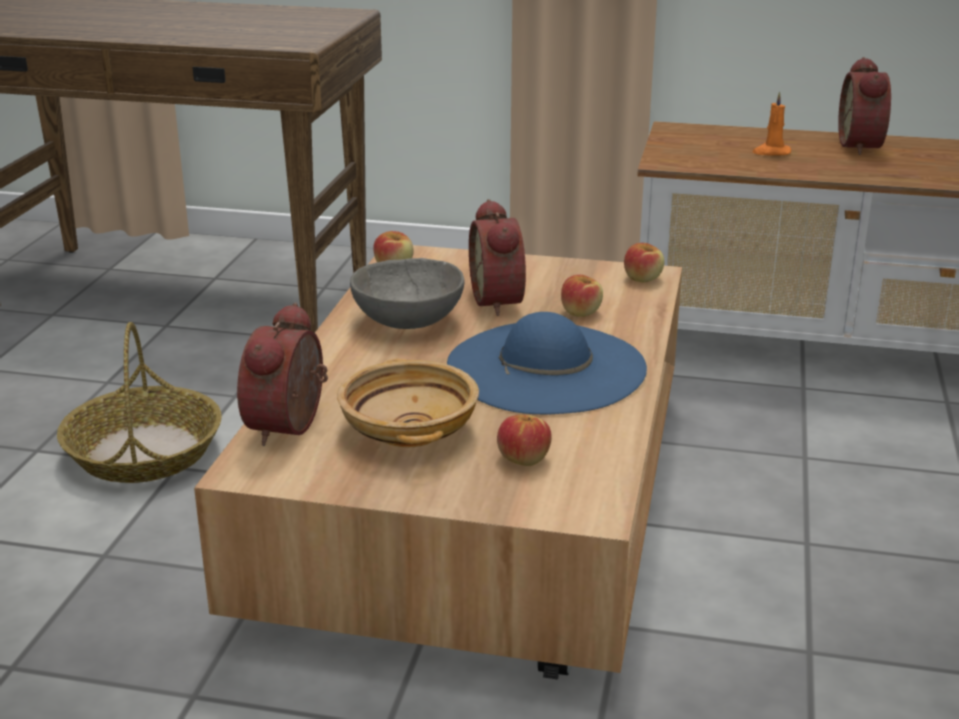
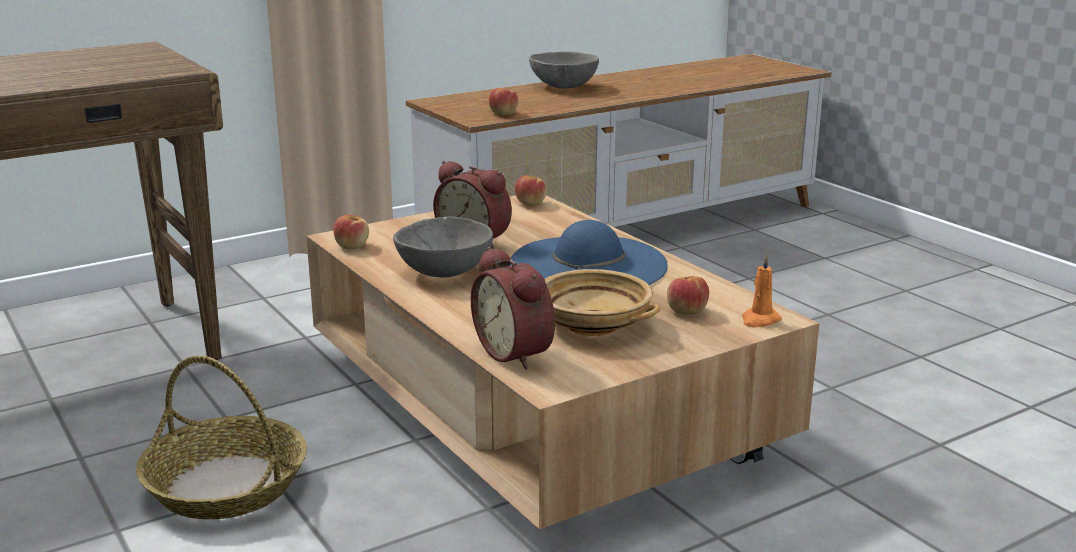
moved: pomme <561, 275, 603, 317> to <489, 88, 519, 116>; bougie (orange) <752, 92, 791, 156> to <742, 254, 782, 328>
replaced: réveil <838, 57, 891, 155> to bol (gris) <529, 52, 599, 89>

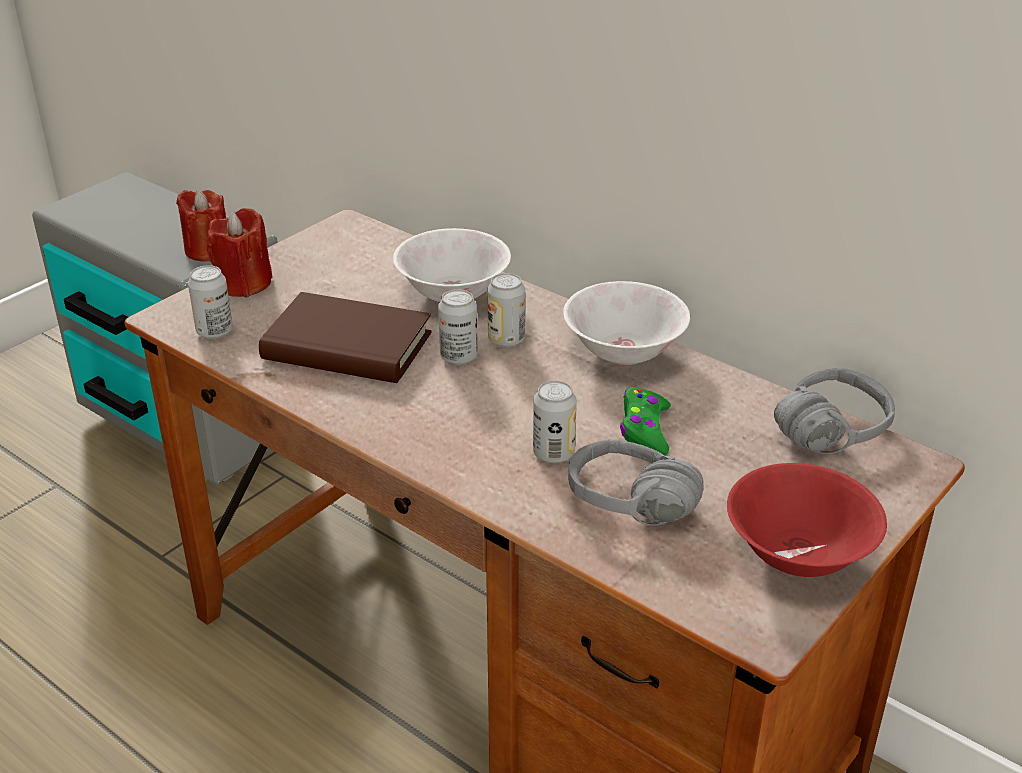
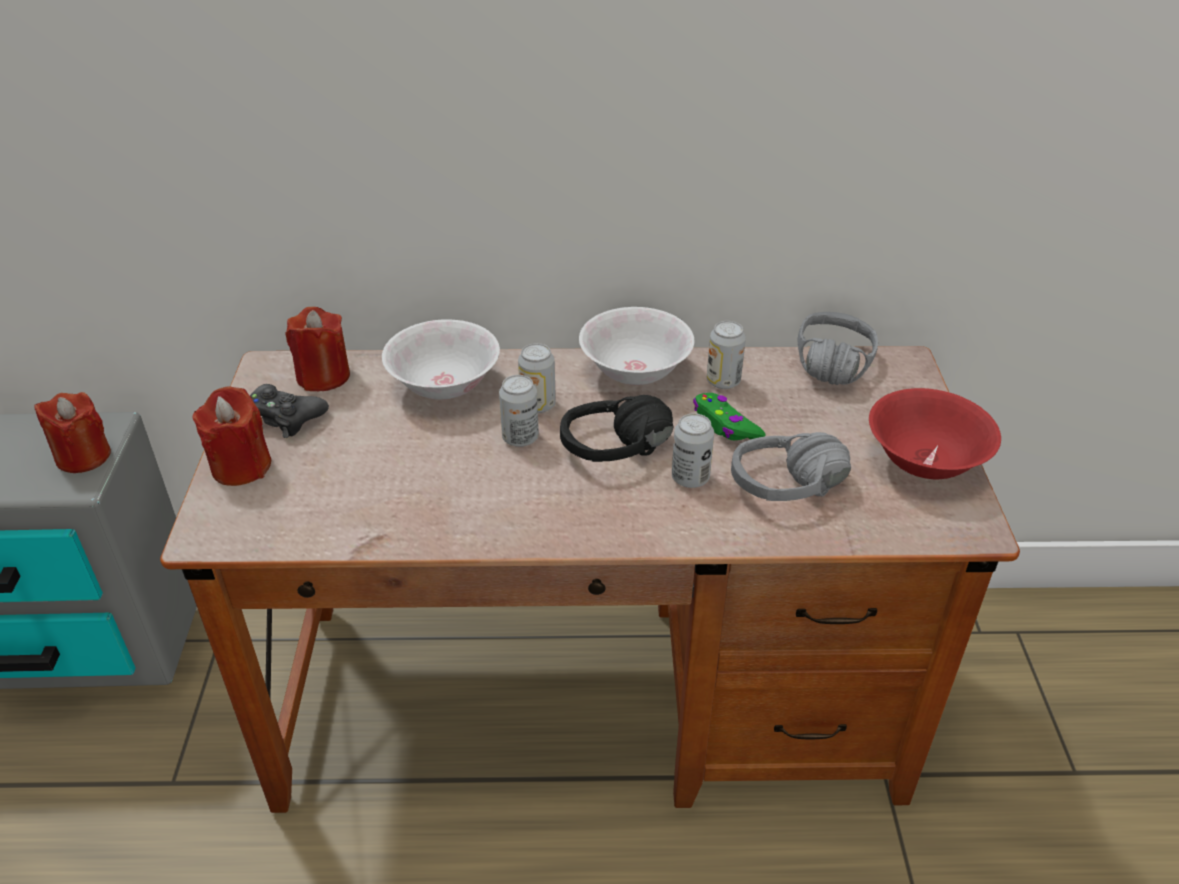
removed: livre (marron) <259, 292, 432, 383>
added: manette (noir) <250, 384, 329, 438>; bougie (rouge) <285, 307, 350, 391>; casque audio (noir) <560, 395, 674, 462>
moved: boîte métallique <188, 265, 233, 339> to <707, 321, 746, 389>

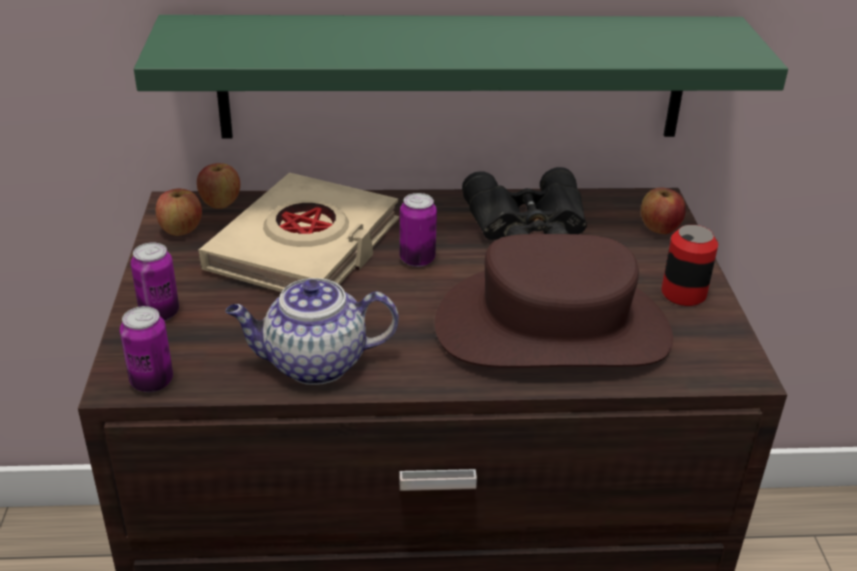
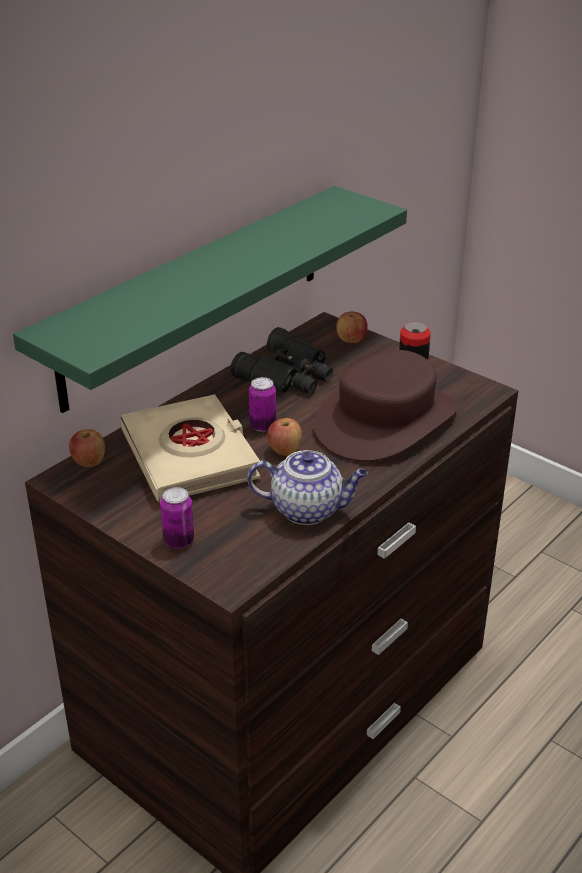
removed: boîte métallique <120, 306, 173, 392>
moved: pomme <155, 188, 202, 236> to <267, 418, 302, 456>
turned: théière <226, 278, 399, 385> = <247, 450, 368, 525> 120 degrees counterclockwise

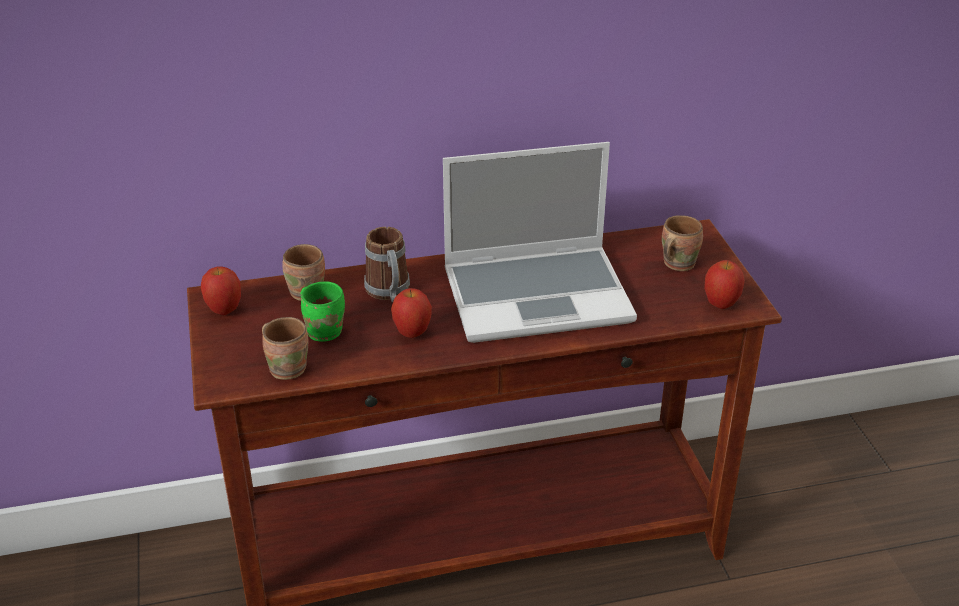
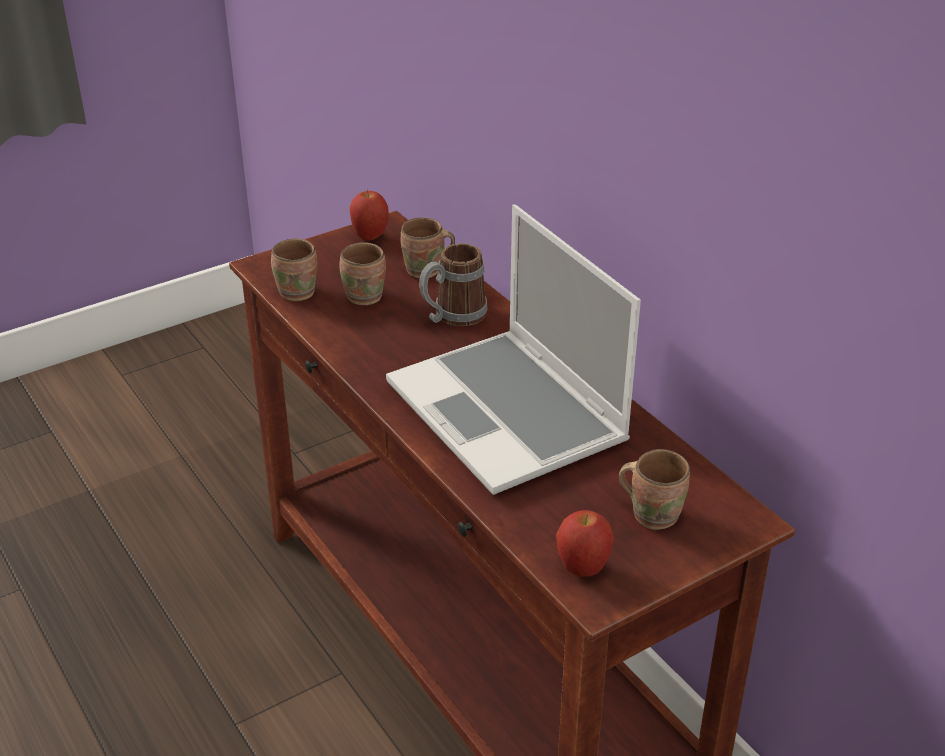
removed: pomme <391, 288, 432, 338>
recoloured: mug (vert) <300, 281, 345, 342> to mug (marron) <339, 242, 386, 305>

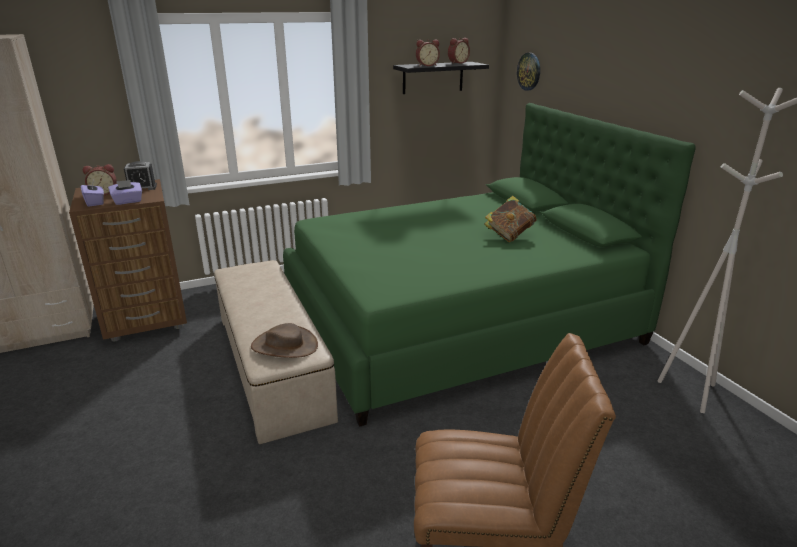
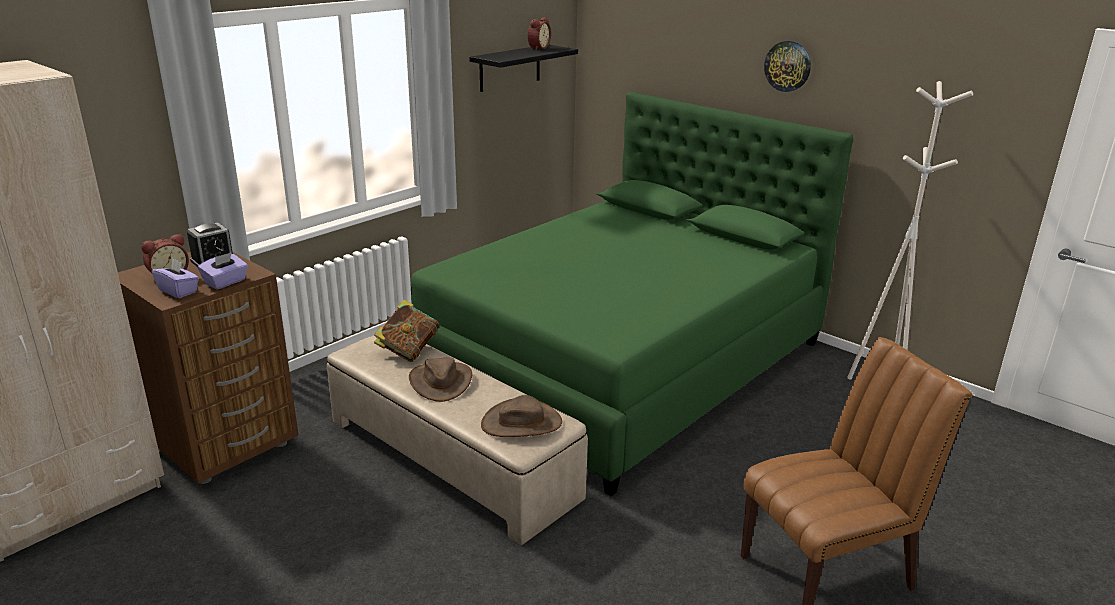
removed: réveil <416, 39, 440, 66>
added: chapeau (marron) <409, 357, 472, 402>
moved: livre <484, 196, 536, 242> to <374, 300, 439, 362>; horloge murale <517, 53, 540, 91> to <764, 41, 811, 92>

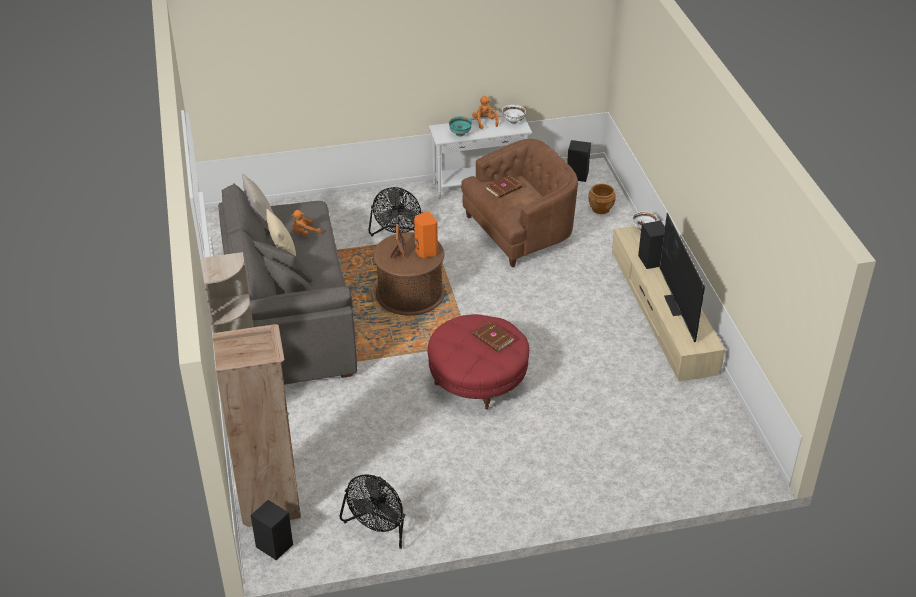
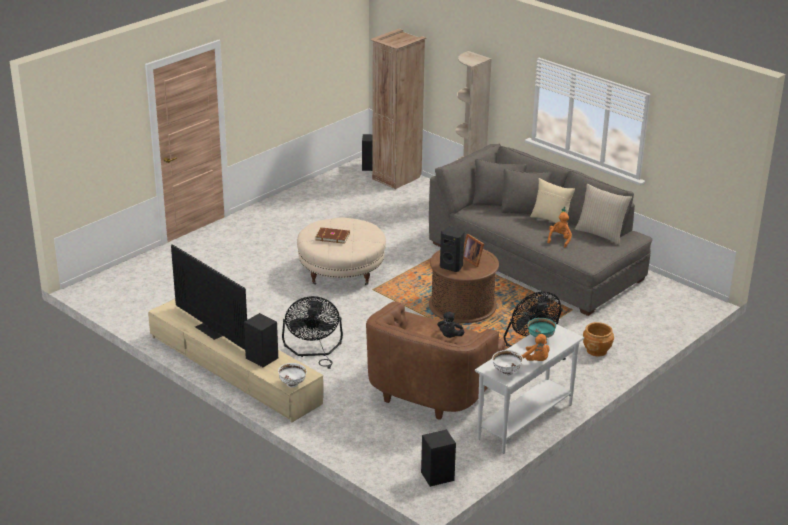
moved: ventilateur (noir) <339, 475, 405, 549> to <282, 296, 343, 369>; cache-pot (marron) <588, 184, 616, 214> to <583, 322, 614, 357>
replaced: livre (marron) <486, 175, 522, 198> to peluche (noir) <437, 312, 464, 338>
recoloured: enceinte (orange) <414, 212, 438, 258> to enceinte (noir) <440, 227, 465, 272>; pouf (rouge) <427, 314, 530, 409> to pouf (beige) <297, 218, 386, 285>

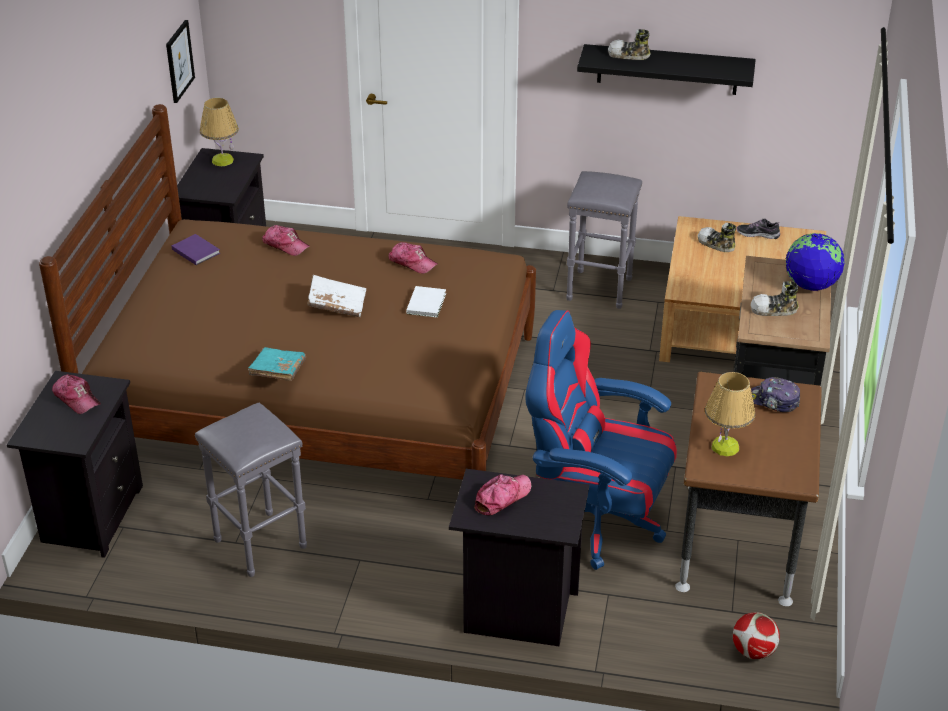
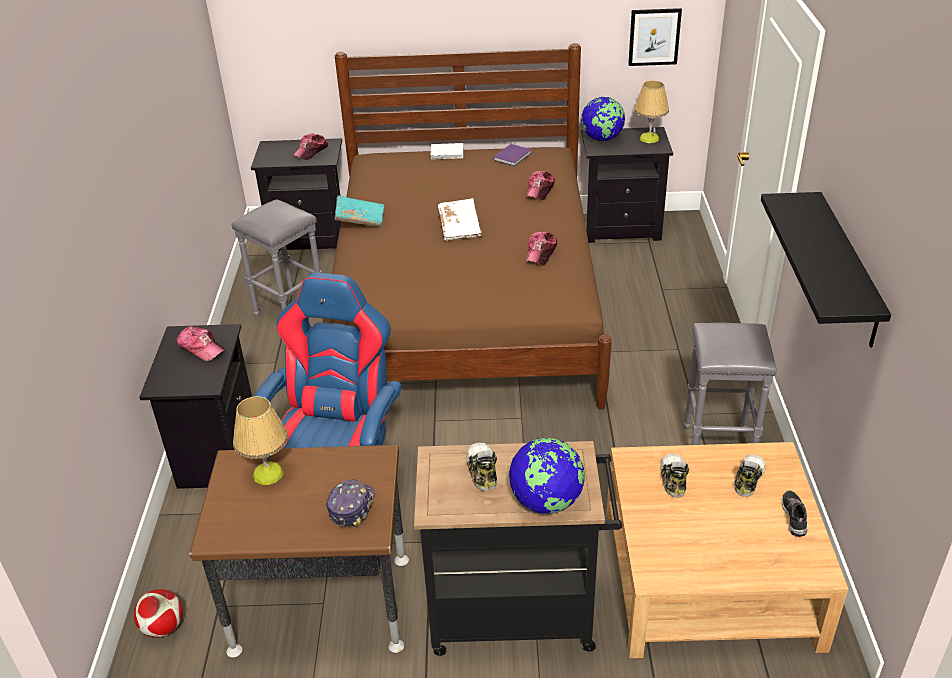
added: globe <581, 97, 625, 141>
moved: livre (blanc) <406, 286, 446, 318> to <430, 143, 463, 159>; chaussure <608, 29, 651, 60> to <660, 453, 689, 498>

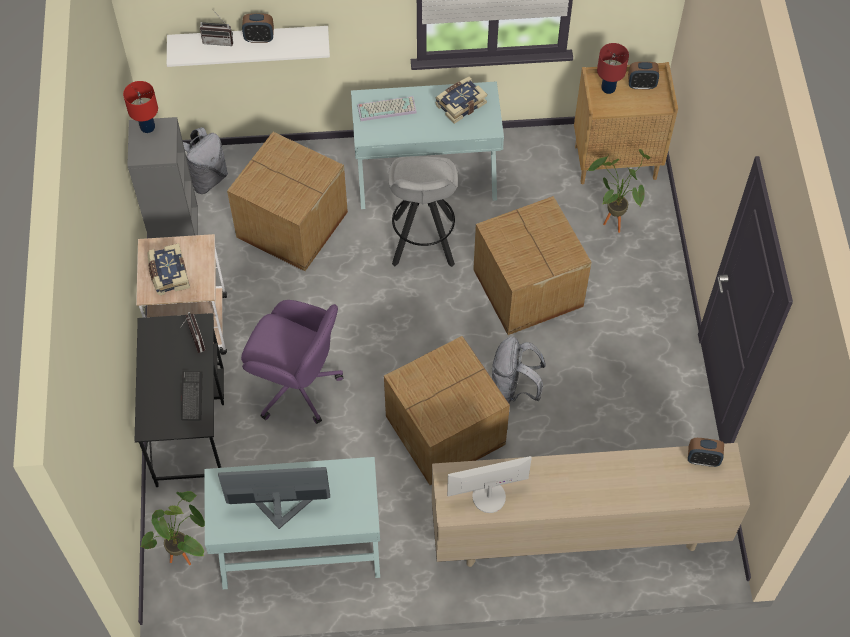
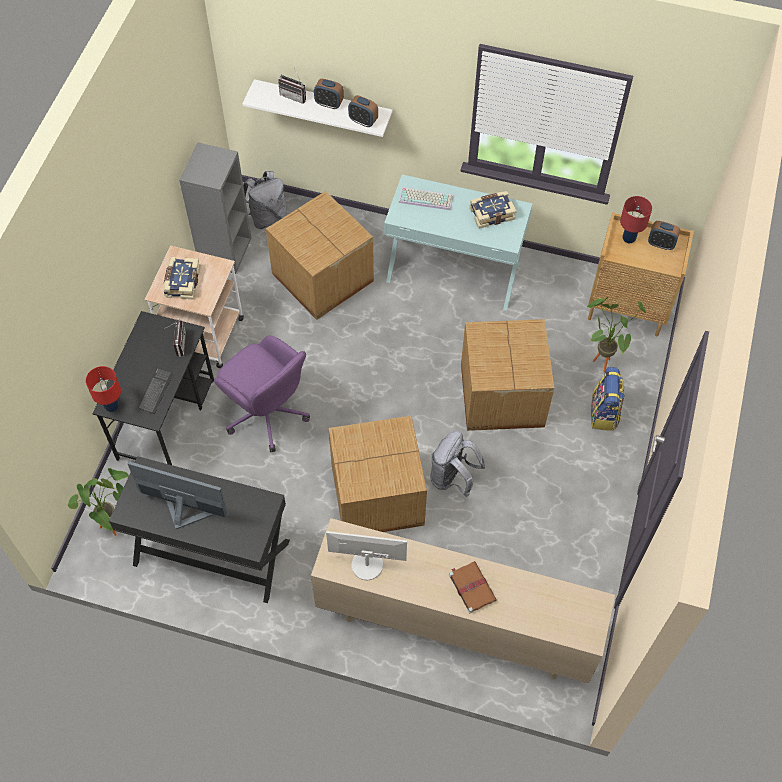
removed: tabouret (gris) <389, 156, 458, 267>
added: livre (marron) <449, 561, 497, 613>; sac à dos <591, 367, 624, 431>
moved: lampe de table (rouge) <123, 81, 158, 133> to <86, 366, 121, 412>; réveil <688, 438, 724, 467> to <348, 95, 378, 128>
recoloured: bureau (turquoise) <204, 457, 380, 589> to bureau (noir) <109, 456, 290, 603>

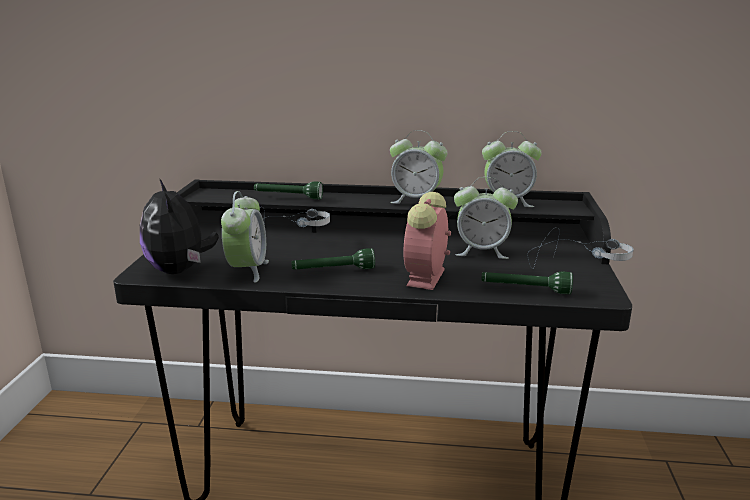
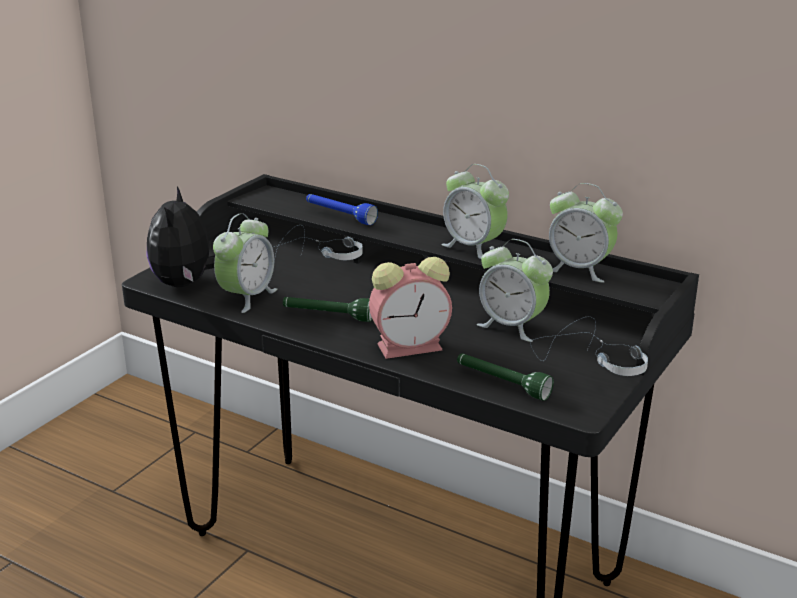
recoloured: lampe de poche (vert) <254, 181, 323, 199> to lampe de poche (bleu) <306, 194, 378, 225>
turned: réveil <403, 192, 451, 290> = <369, 257, 452, 359> 150 degrees counterclockwise

